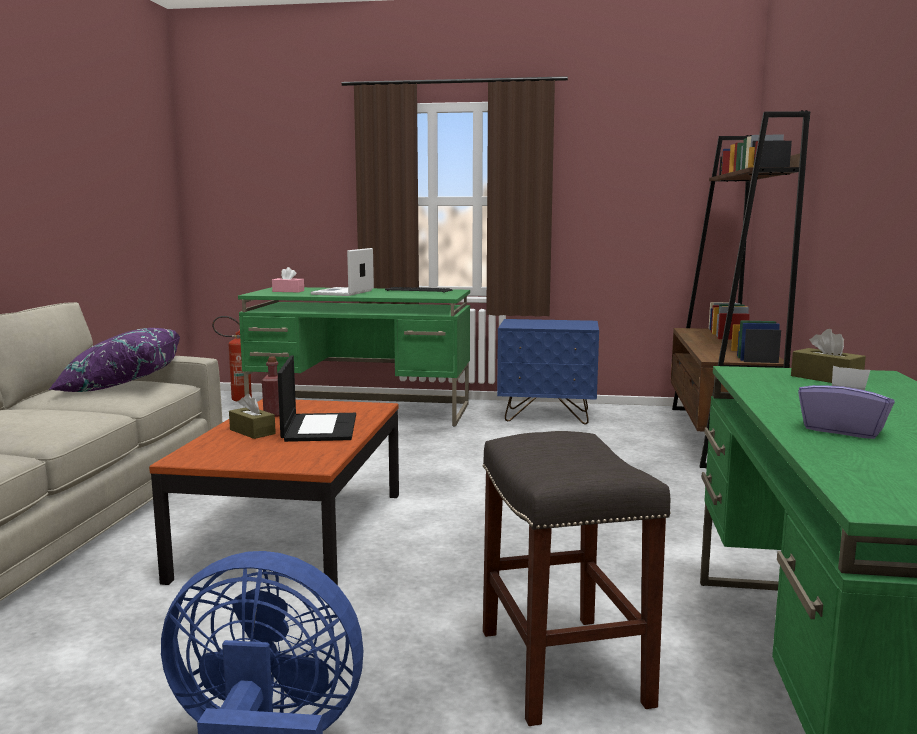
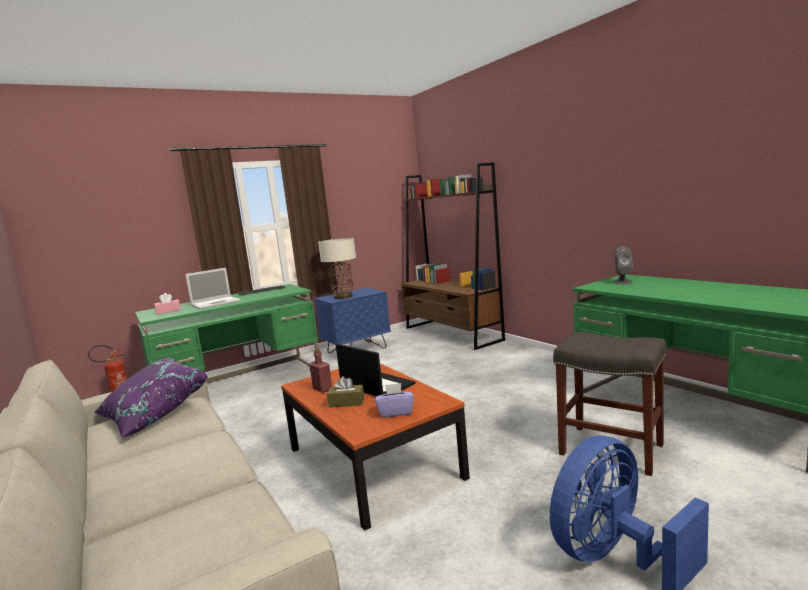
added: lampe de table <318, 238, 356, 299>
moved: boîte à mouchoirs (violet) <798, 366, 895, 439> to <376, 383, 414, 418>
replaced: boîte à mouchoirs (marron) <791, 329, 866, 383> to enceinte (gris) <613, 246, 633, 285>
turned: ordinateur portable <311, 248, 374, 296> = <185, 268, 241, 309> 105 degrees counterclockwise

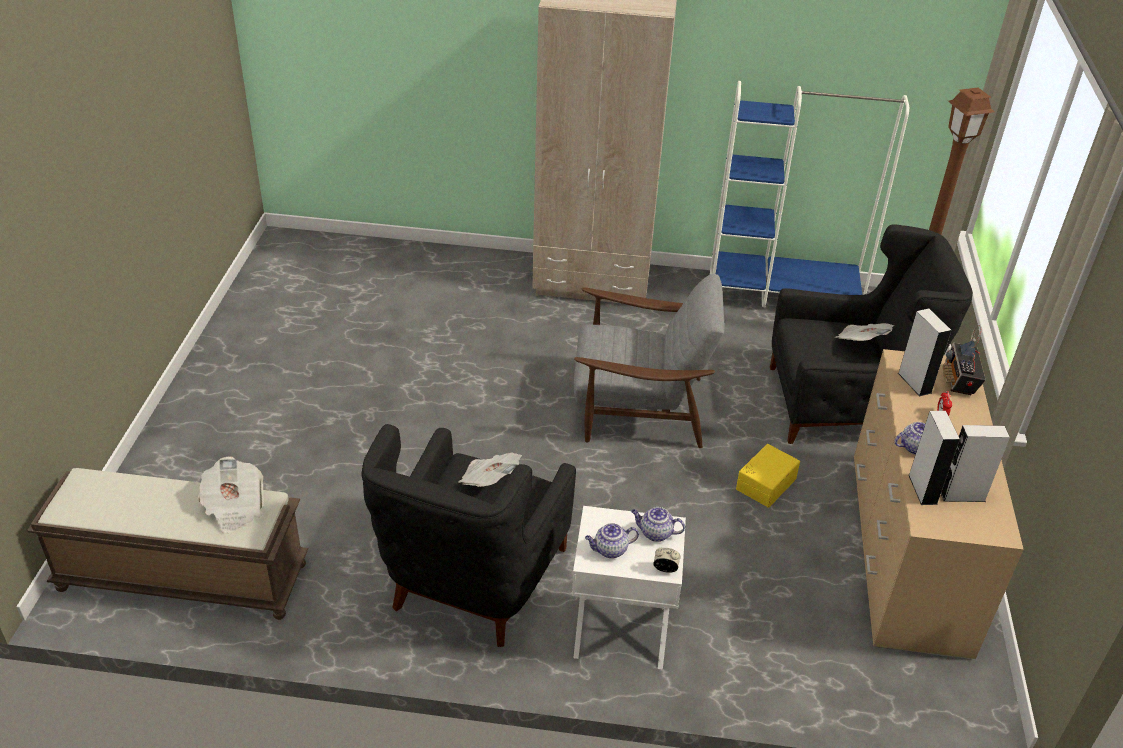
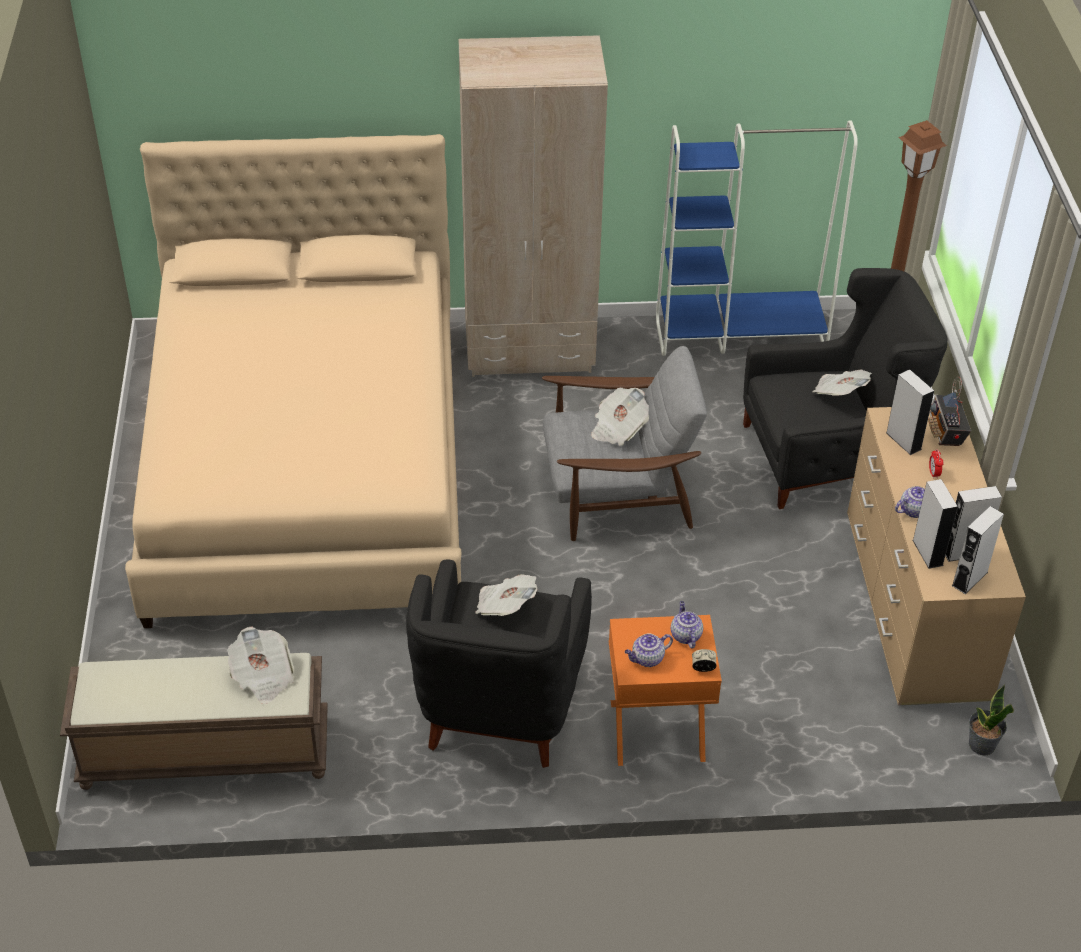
removed: boîte de rangement (jaune) <736, 444, 800, 508>
added: lit (beige) <125, 134, 461, 628>; journal <591, 388, 649, 446>; enceinte (gris) <952, 506, 1004, 594>; plante en pot <969, 685, 1014, 756>
recoloured: table de chevet (blanc) <572, 506, 686, 670> to table de chevet (orange) <609, 615, 722, 766>
turned: théière <631, 507, 685, 542> = <671, 601, 703, 649> 75 degrees clockwise

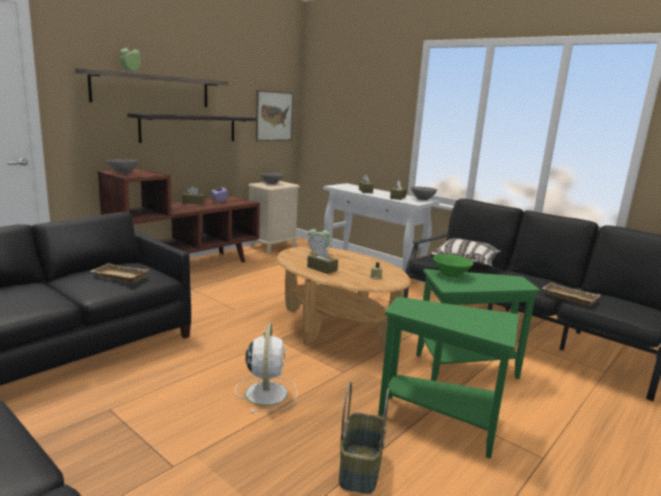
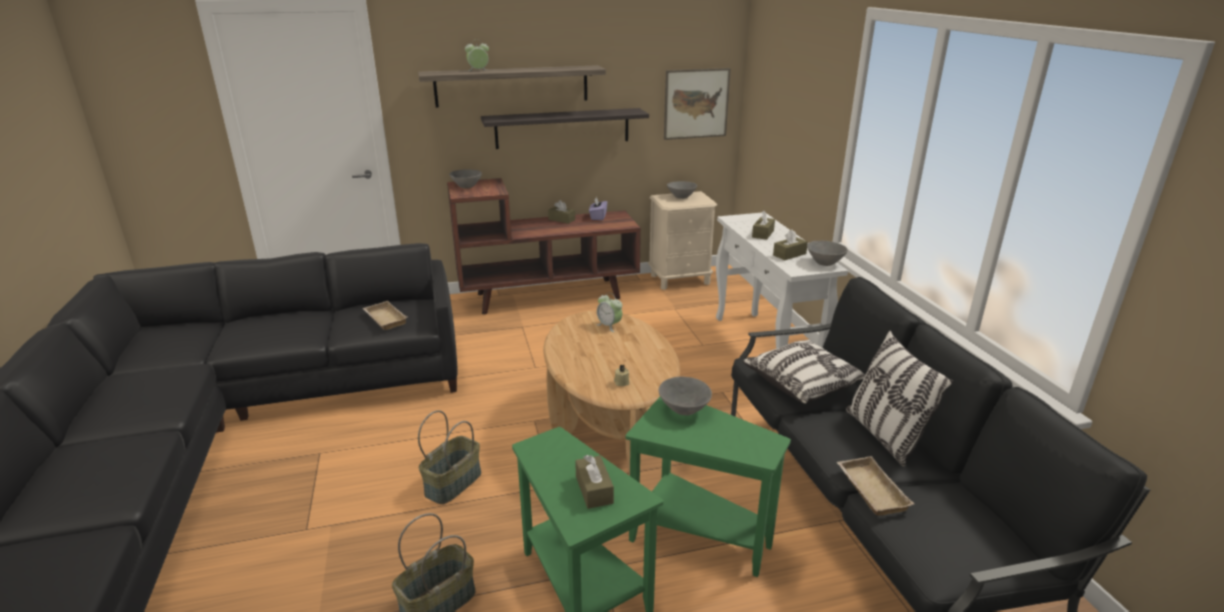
added: coussin <846, 331, 953, 466>
moved: boîte à mouchoirs (marron) <307, 246, 338, 274> to <575, 455, 614, 509>
replaced: ventilateur (blanc) <235, 323, 297, 413> to panier <418, 410, 481, 504>
recoloured: bol (vert) <433, 254, 474, 277> to bol (gris) <659, 377, 712, 415>

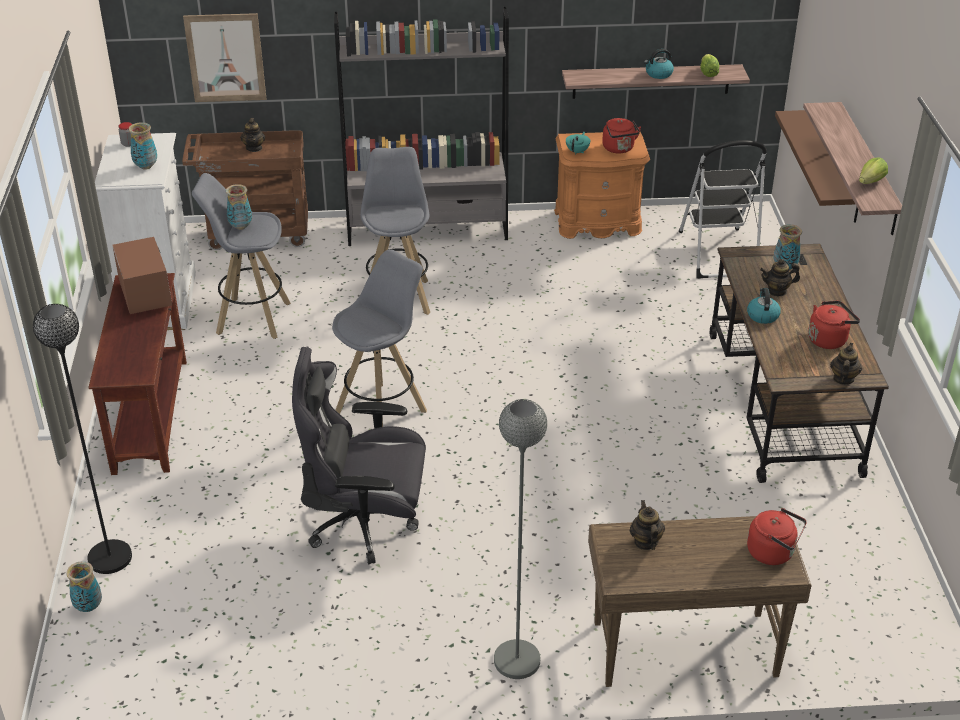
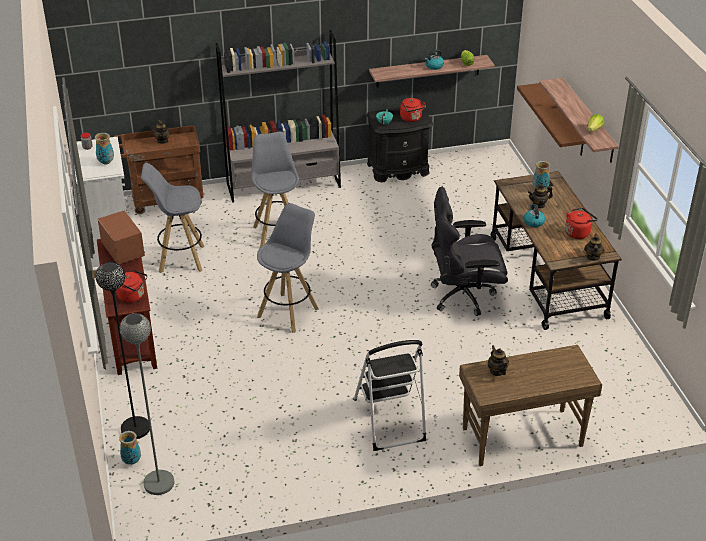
removed: tableau <183, 13, 266, 102>; vase <226, 184, 252, 230>
moved: chaise de bureau (noir) <292, 346, 426, 564> to <431, 187, 508, 316>; lampadaire (gris) <494, 399, 547, 679> to <120, 313, 174, 495>; escabeau <679, 140, 767, 279> to <353, 340, 426, 451>; bouilloire (rouge) <747, 508, 807, 565> to <116, 270, 147, 303>
recoloured: table de chevet (orange) <554, 132, 650, 239> to table de chevet (noir) <366, 108, 433, 182>

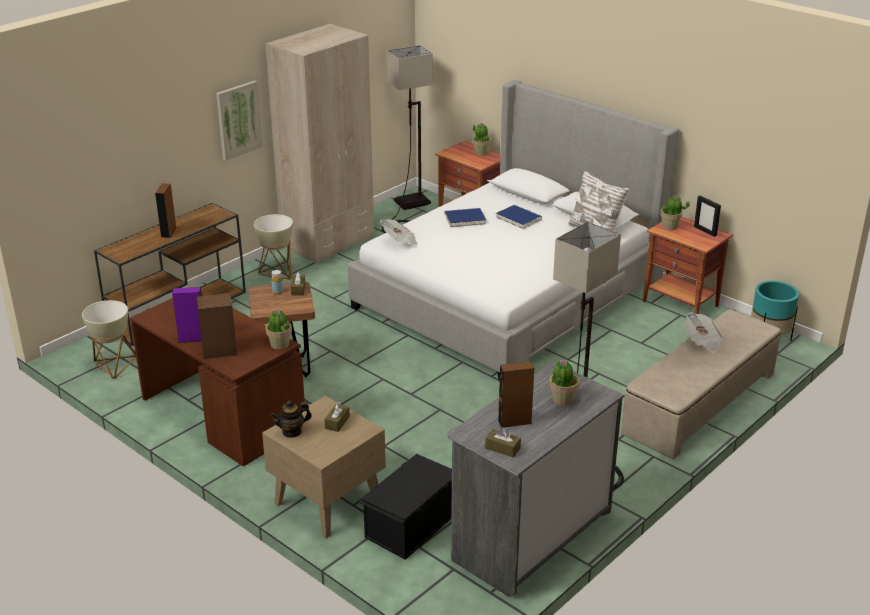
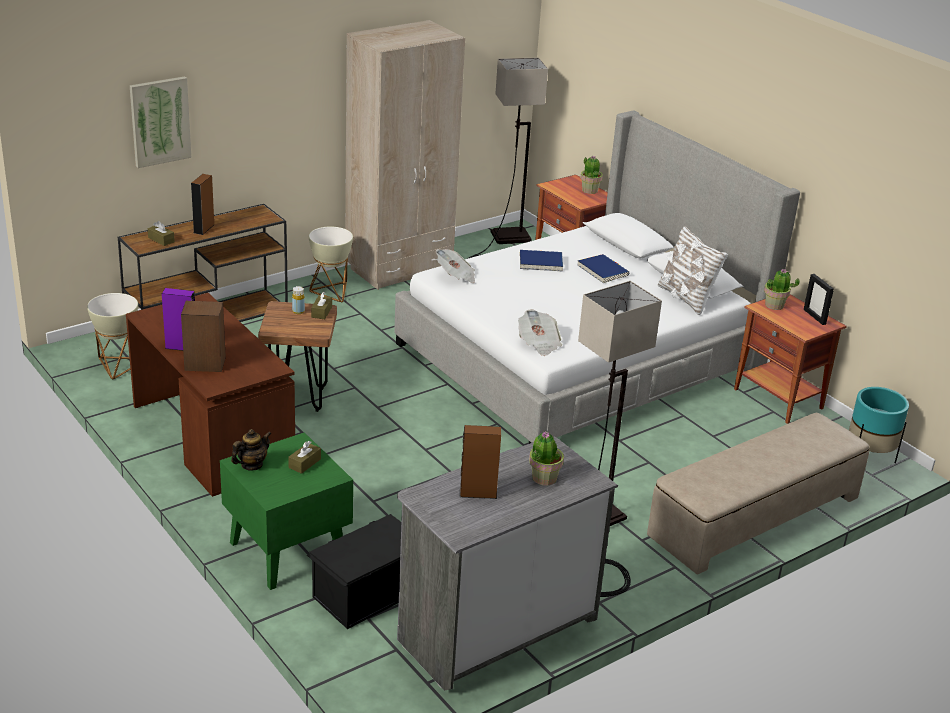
removed: plante en pot <266, 309, 292, 350>
moved: tableau <216, 80, 263, 161> to <130, 76, 191, 168>; boîte à mouchoirs (marron) <485, 427, 521, 458> to <148, 221, 175, 246>; journal <684, 312, 724, 353> to <518, 309, 562, 356>
recoloured: table de chevet (beige) <262, 396, 386, 538> to table de chevet (vert) <220, 432, 353, 590>
turned: théière <270, 400, 312, 438> = <231, 429, 272, 470> 150 degrees clockwise

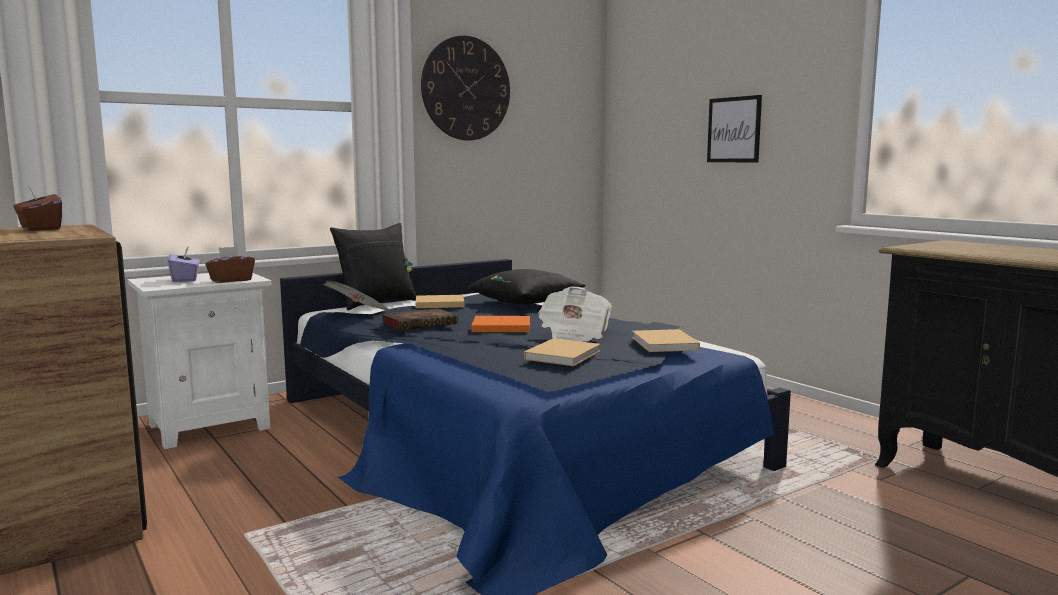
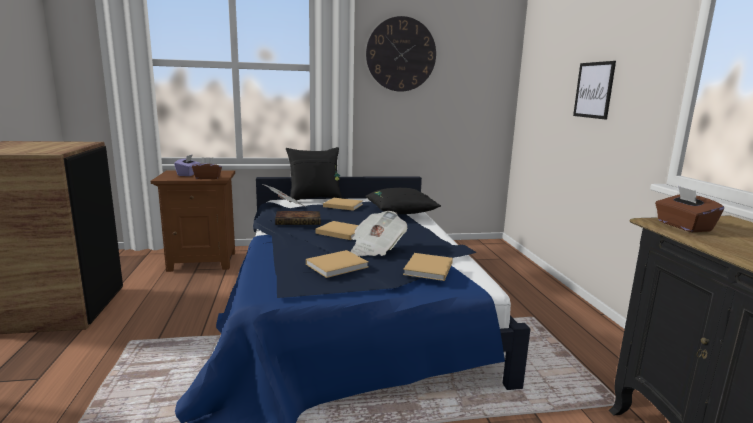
moved: boîte à mouchoirs (marron) <13, 185, 62, 231> to <655, 186, 724, 232>
recoloured: table de chevet (blanc) <128, 273, 272, 449> to table de chevet (marron) <151, 170, 235, 272>; livre (orange) <471, 316, 530, 332> to livre (beige) <315, 221, 358, 240>

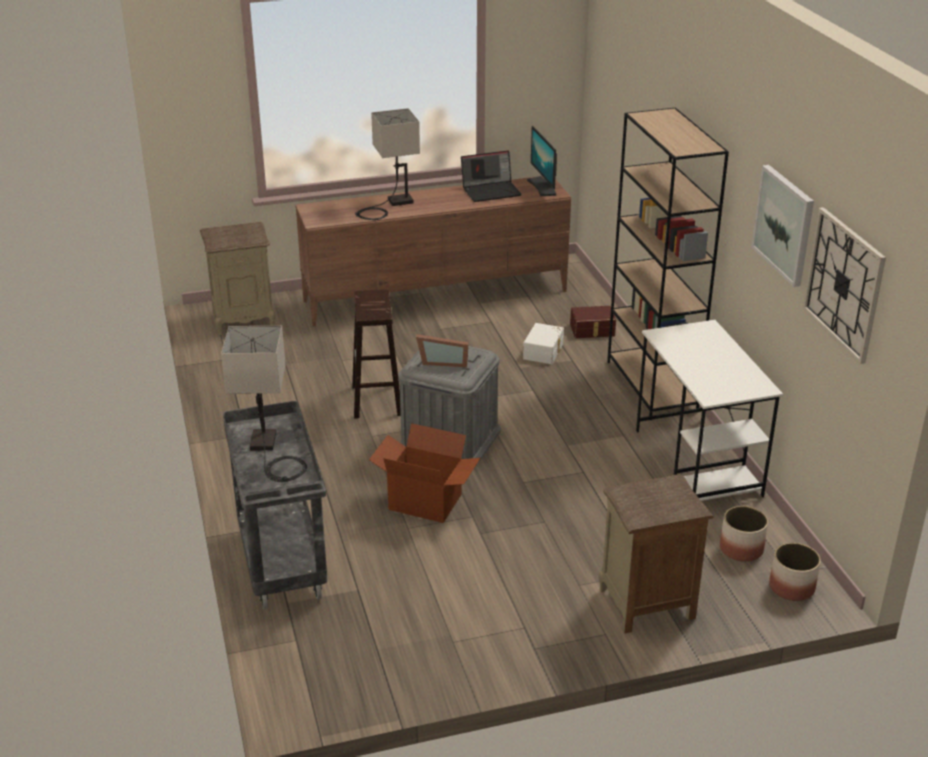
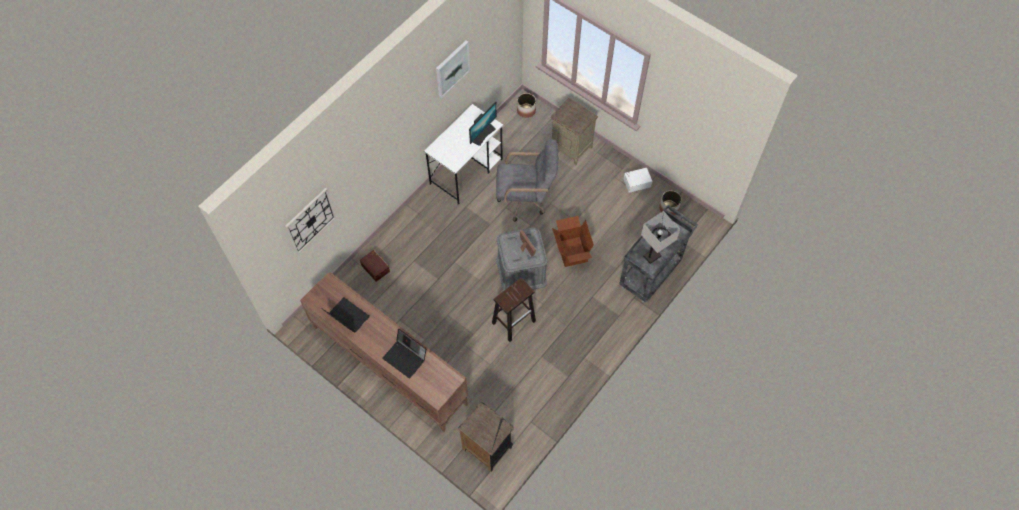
removed: bibliothèque (beige) <607, 107, 729, 416>
added: chaise de bureau (gris) <496, 139, 558, 222>
moved: boîte de rangement (blanc) <523, 323, 564, 364> to <624, 168, 652, 193>; écran d'ordinateur <527, 126, 557, 196> to <469, 102, 497, 146>; cache-pot <720, 506, 768, 562> to <659, 191, 682, 215>; horloge murale <803, 207, 886, 364> to <285, 188, 336, 255>
replaced: lampe de table <355, 108, 420, 220> to ordinateur portable <382, 329, 426, 379>
recoloured: table de chevet (beige) <200, 222, 275, 335> to table de chevet (noir) <458, 402, 514, 472>

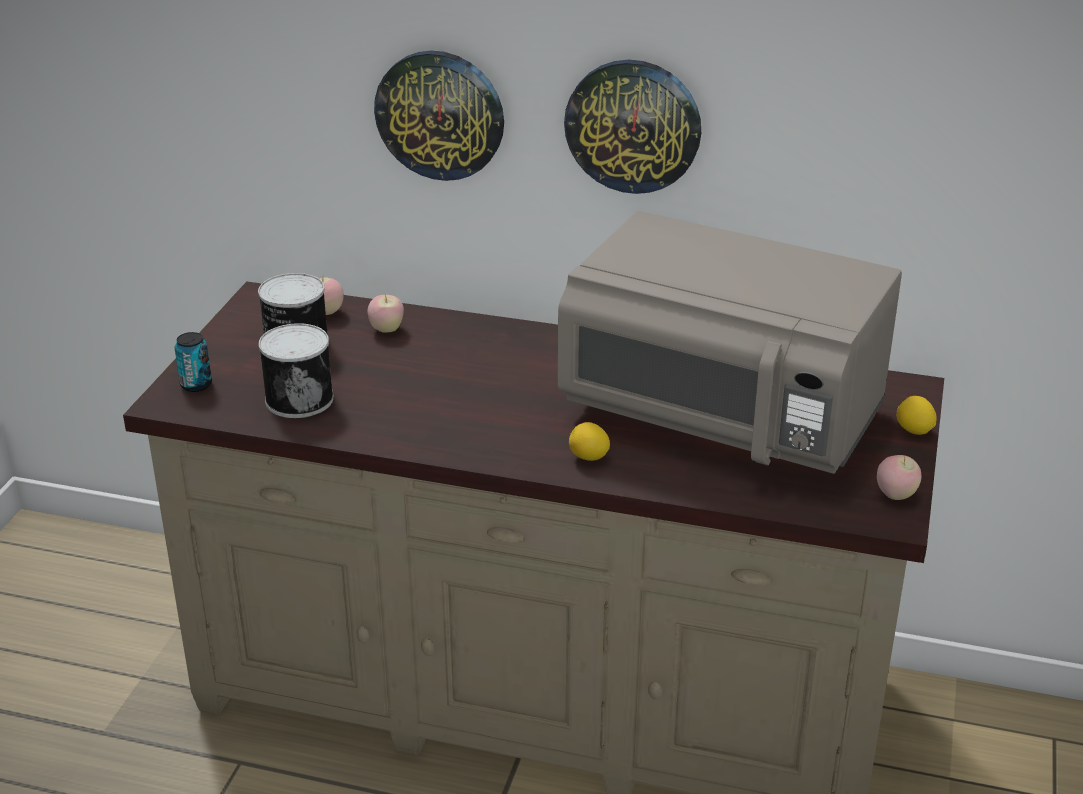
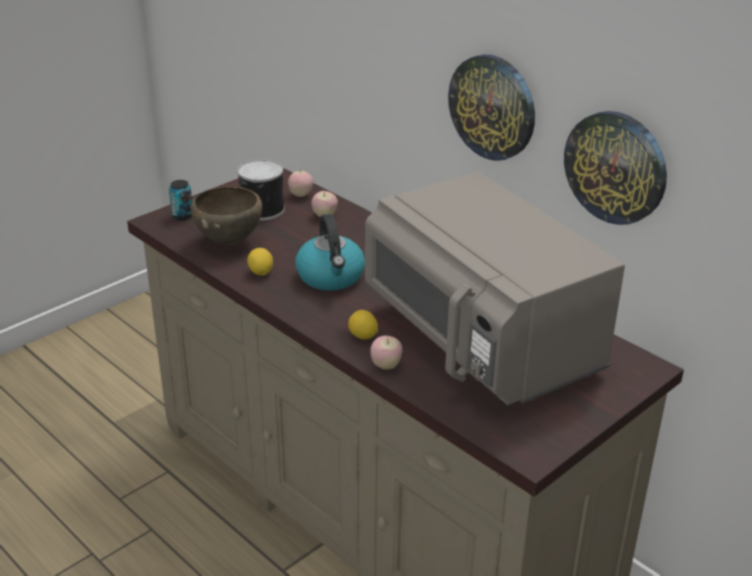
added: bouilloire <295, 214, 365, 291>
moved: horloge murale <374, 50, 504, 181> to <564, 111, 667, 225>; pomme <877, 455, 921, 500> to <370, 336, 403, 370>; citron <897, 396, 937, 435> to <247, 248, 273, 276>
replaced: boîte métallique <258, 323, 334, 418> to bol (marron) <191, 187, 262, 245>

